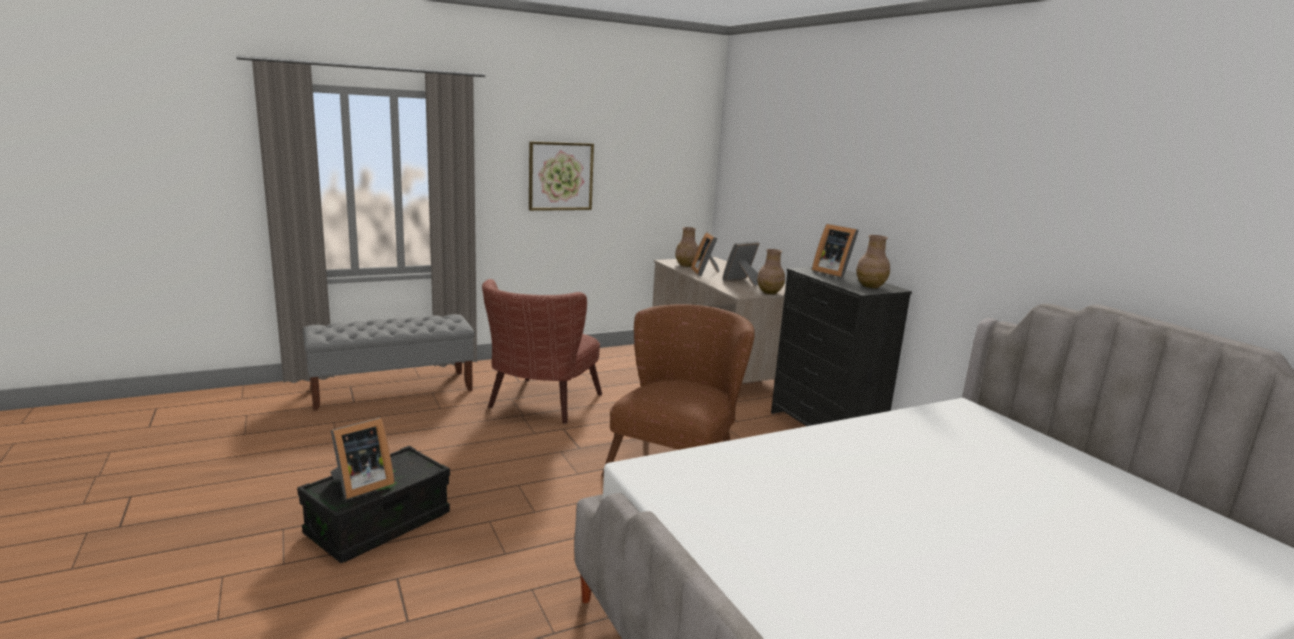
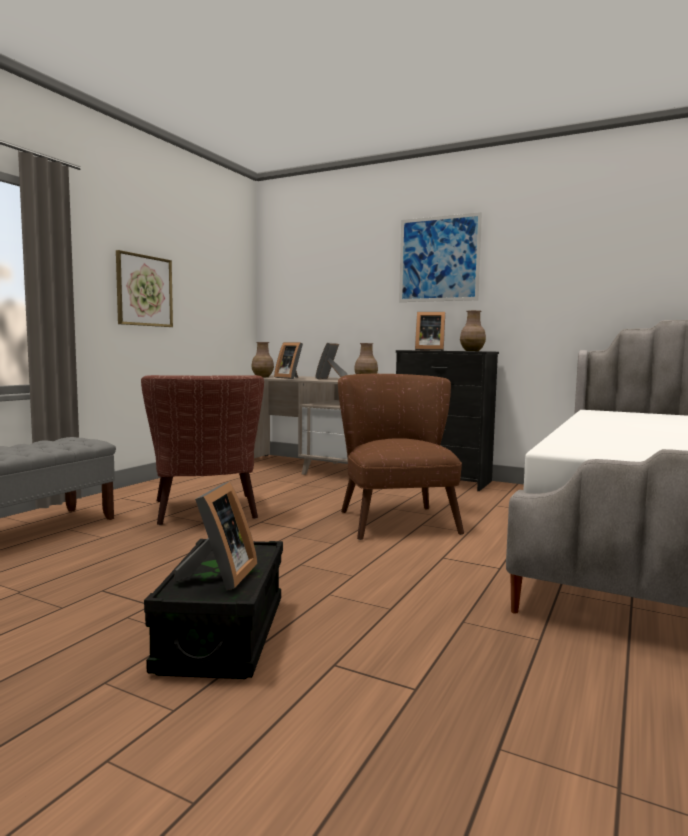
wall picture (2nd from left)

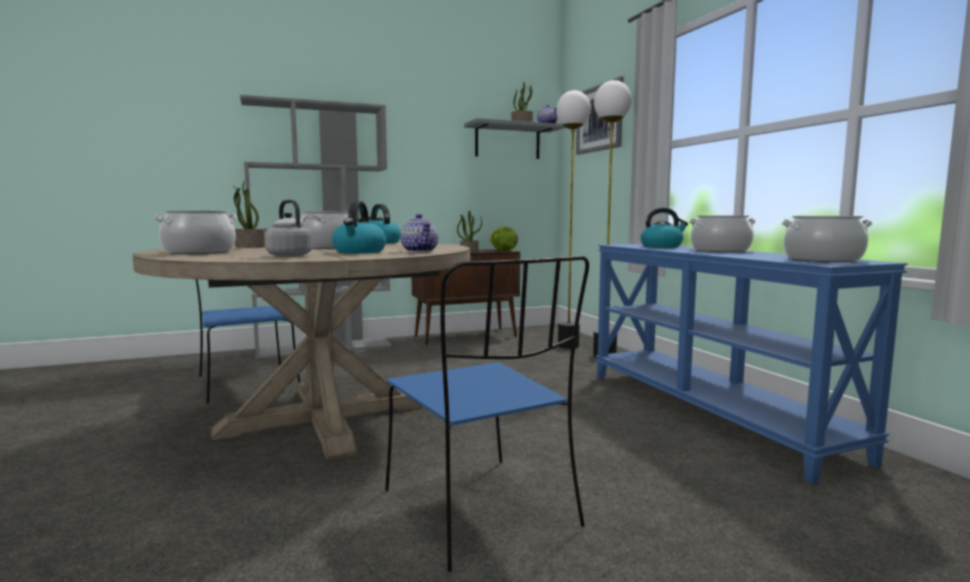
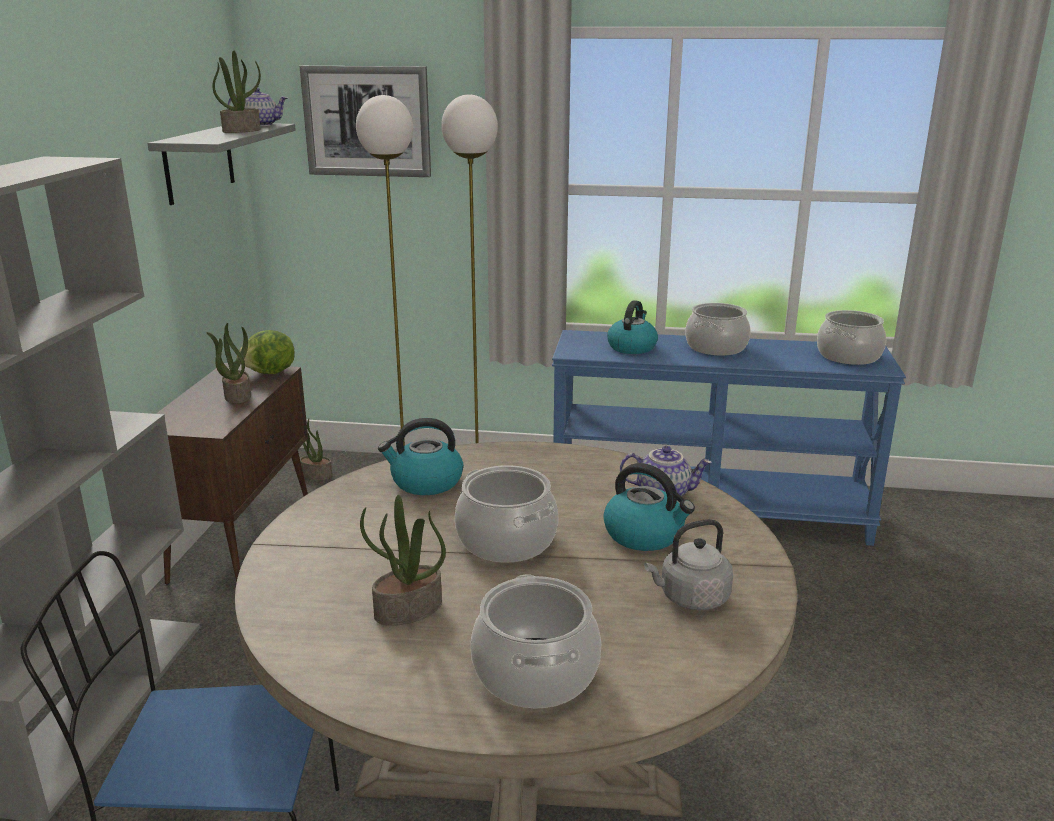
plain chair (bluish) (2nd from left in the first image)
plant in a pot (3rd from left)

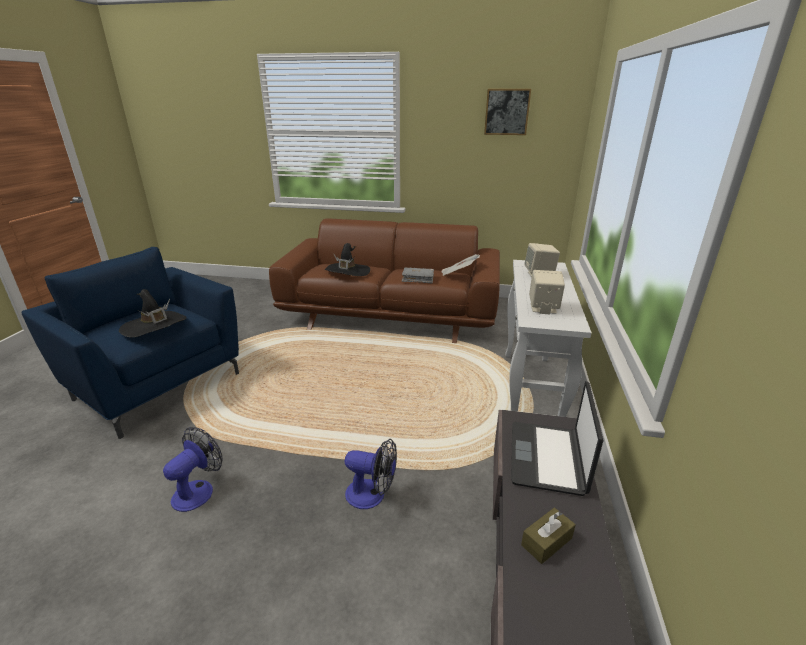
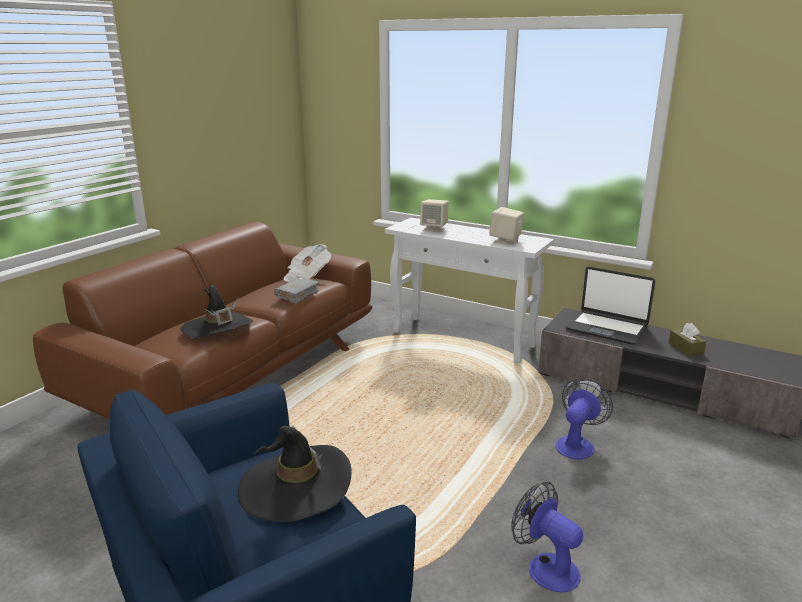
wall picture

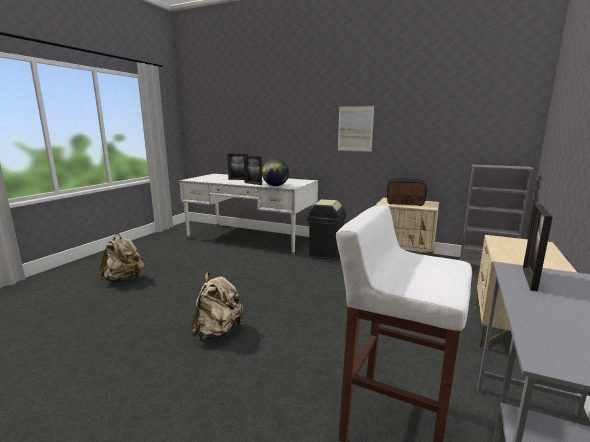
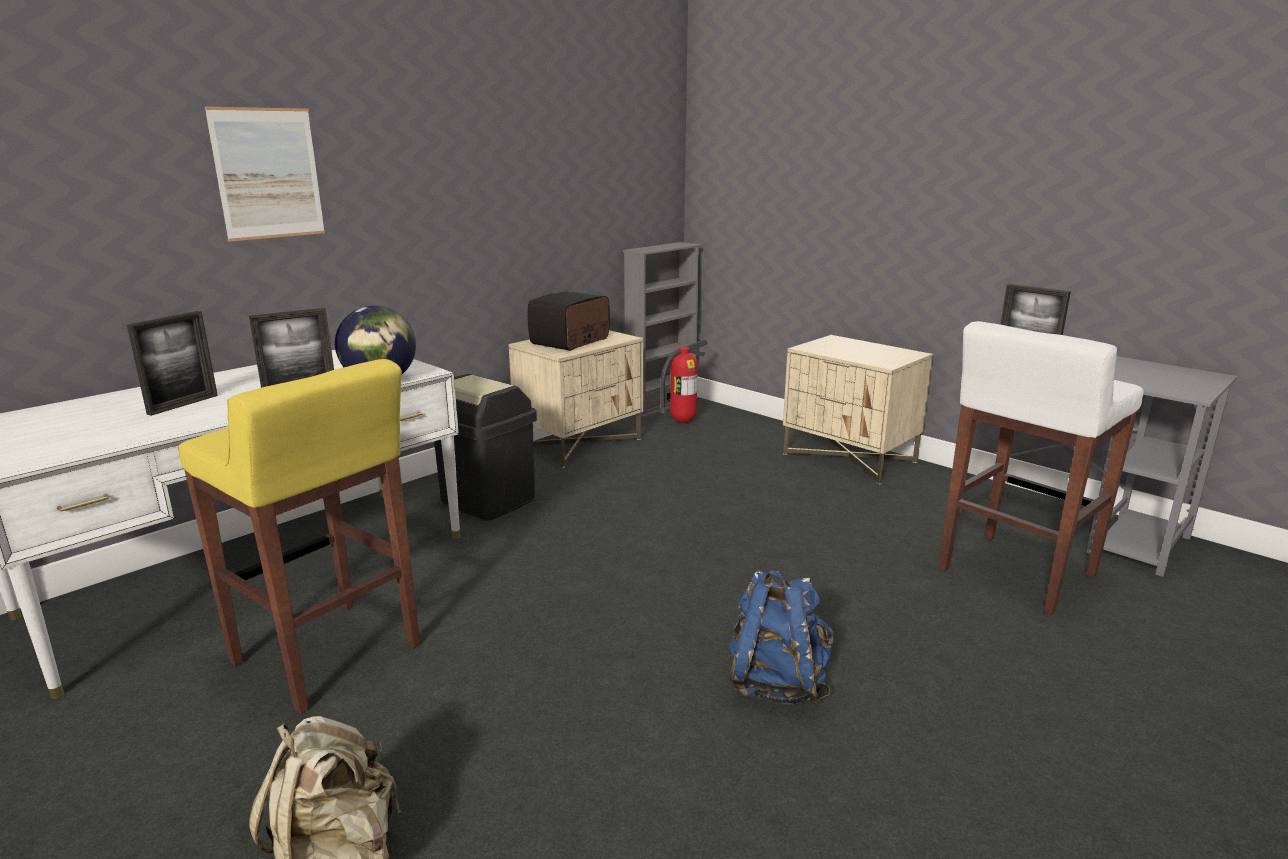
stool (yellow-coloured)
extinguisher
wall picture
rucksack (bluish)

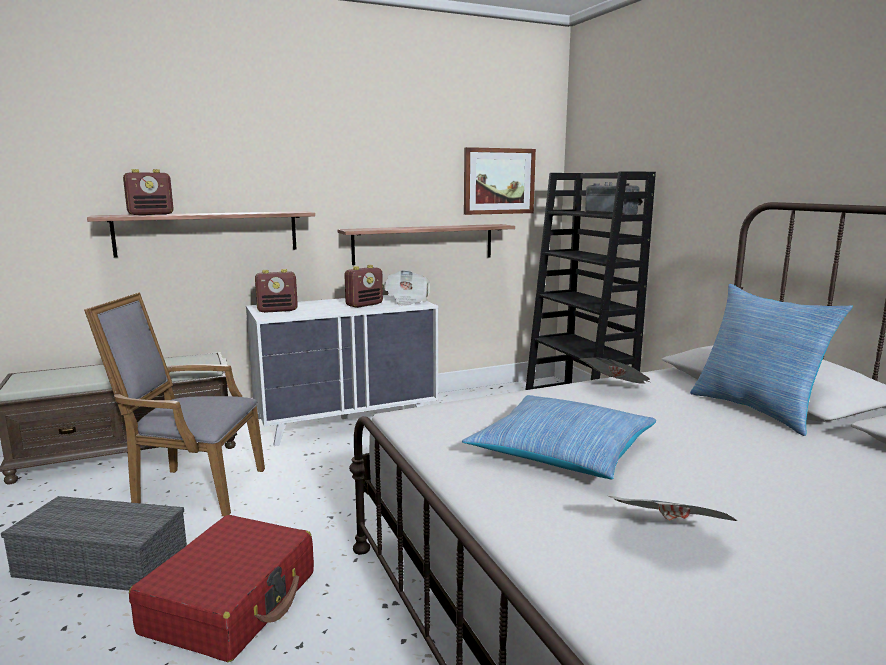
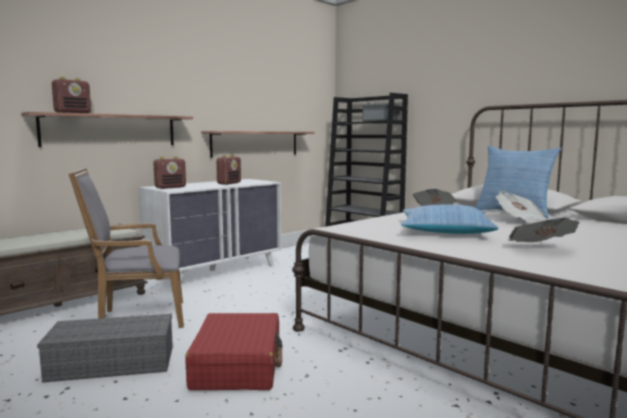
wall picture
printed paper (2nd from left)

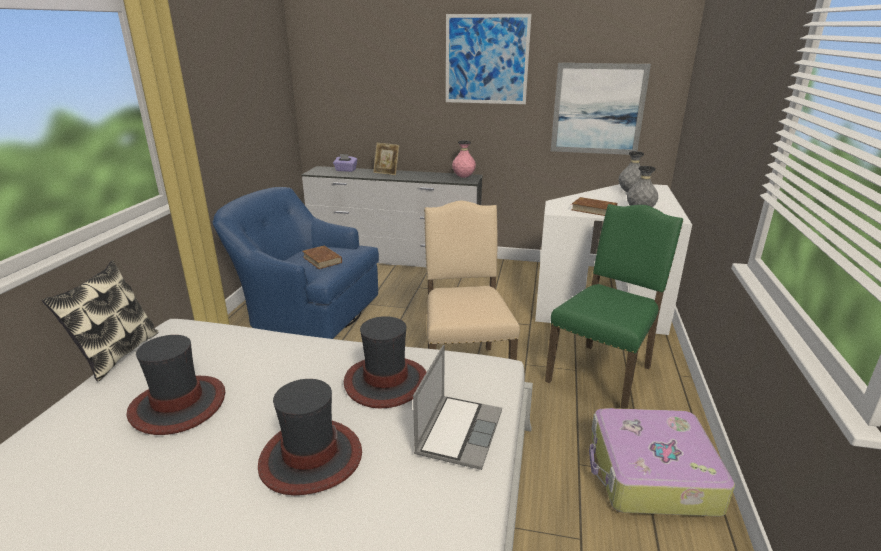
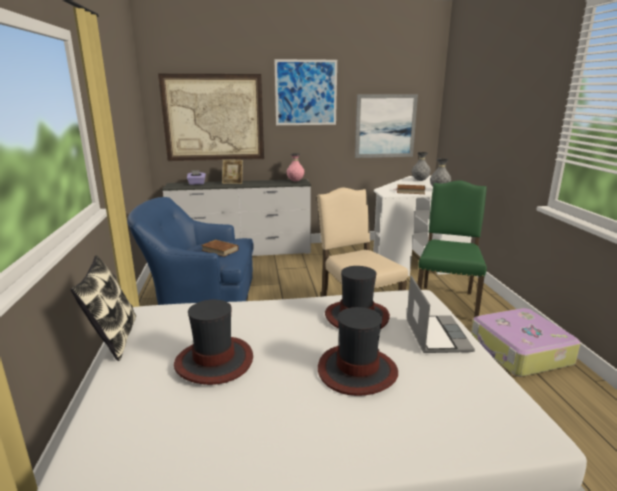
wall picture (1st from left)

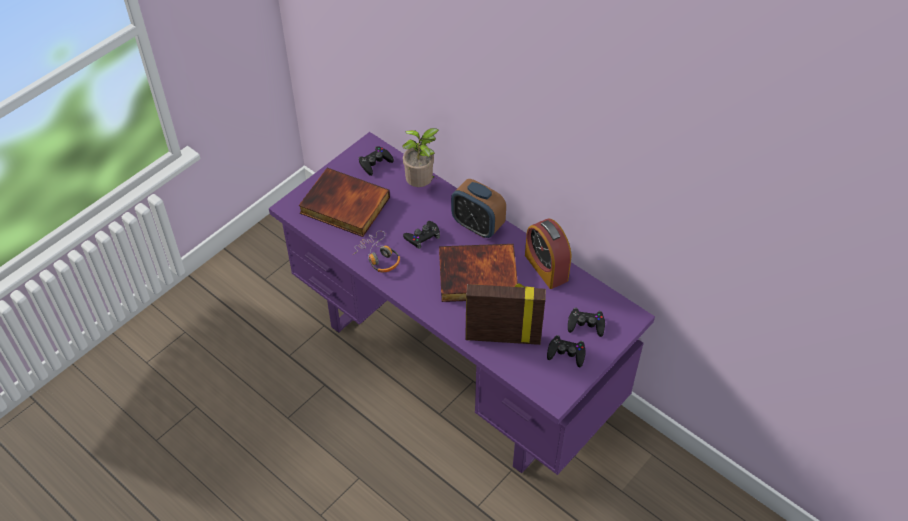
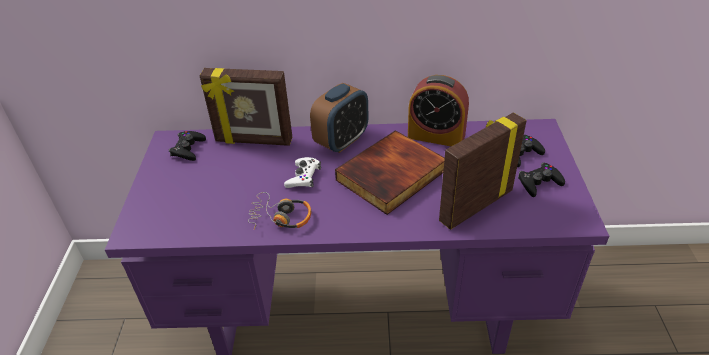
book (1st from left in the first image)
standing frame (1st from left)
game controller (white-coloured)
alarm clock (1st from left)

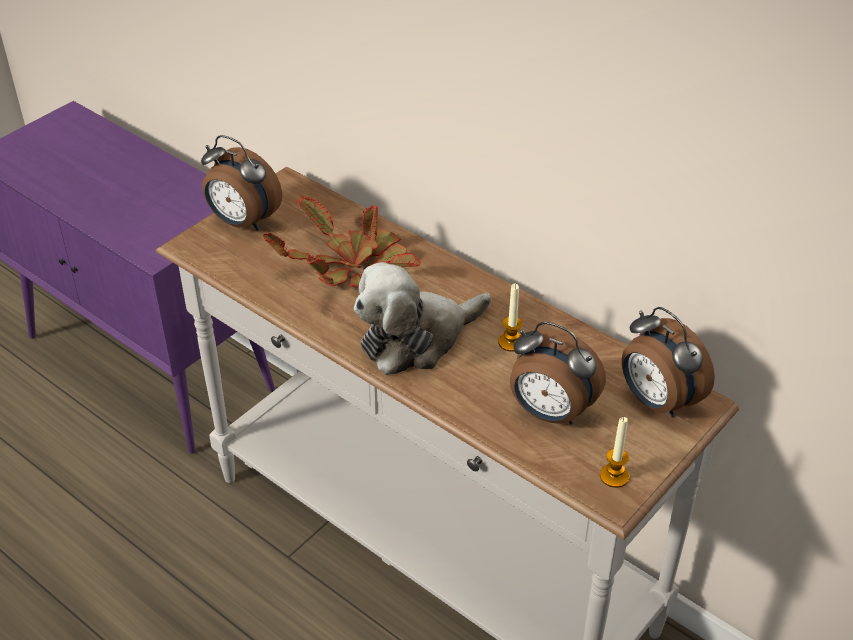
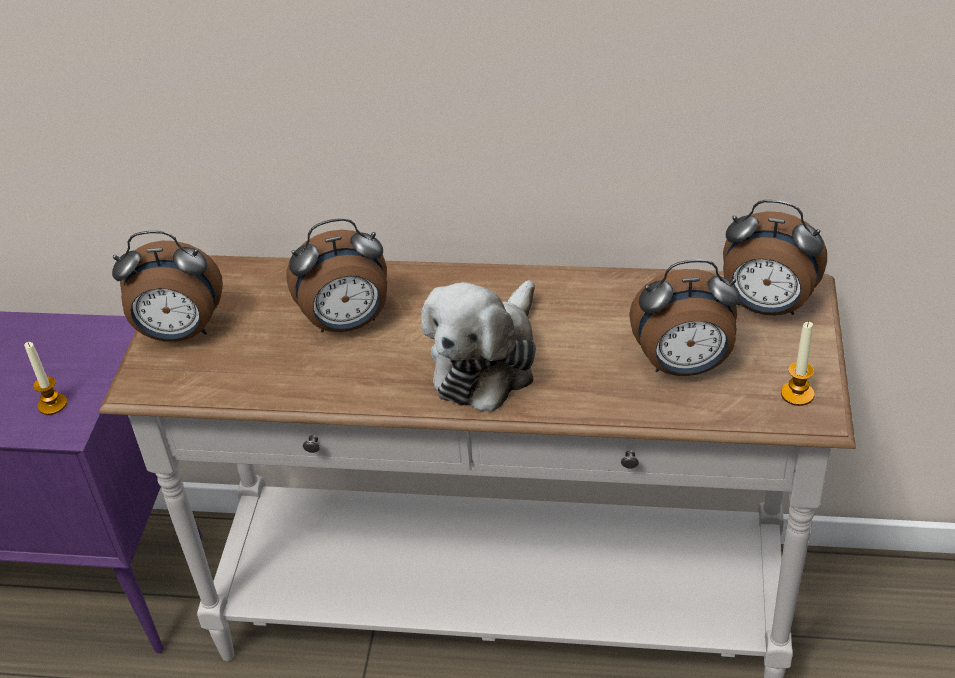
wax candle (1st from left)
alarm clock (2nd from left)

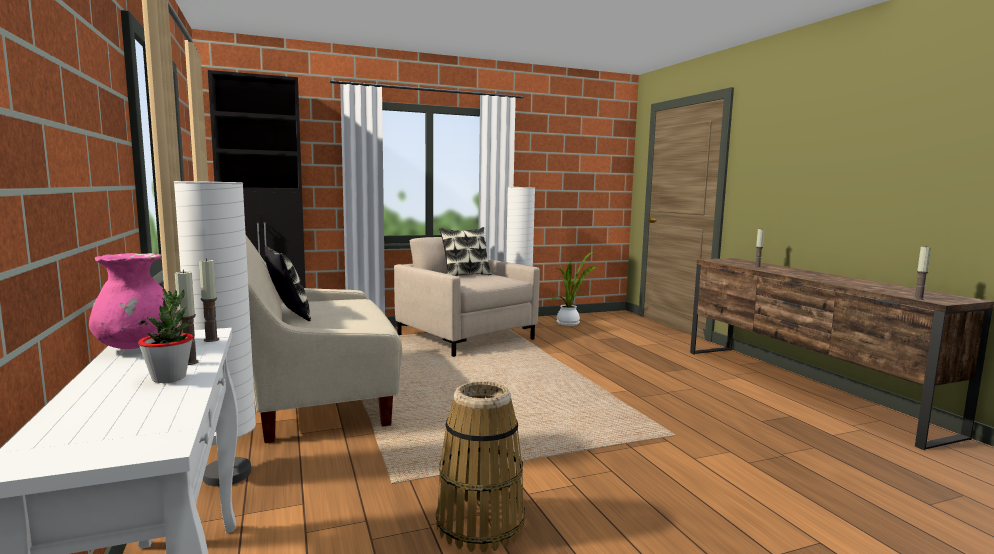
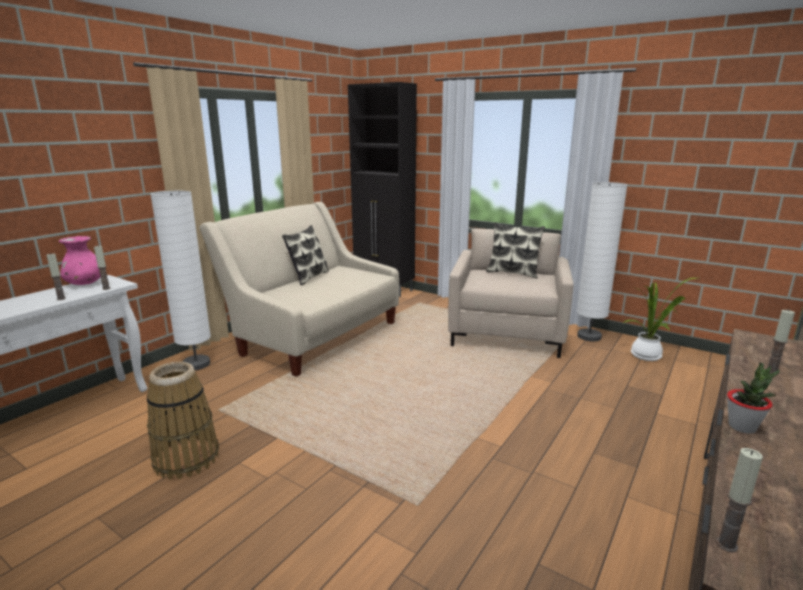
plant in a pot (2nd from left)

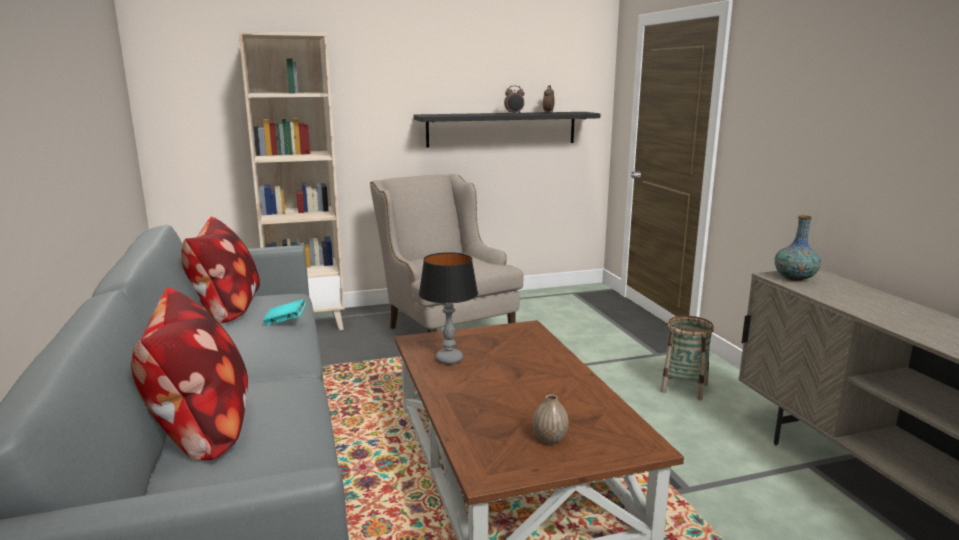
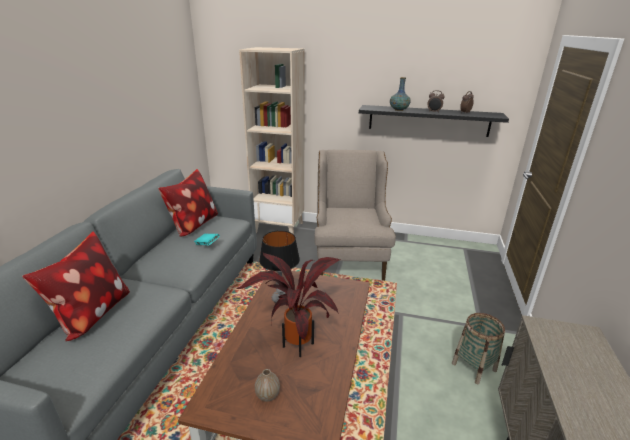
plant in a pot
decorative vase (2nd from left)

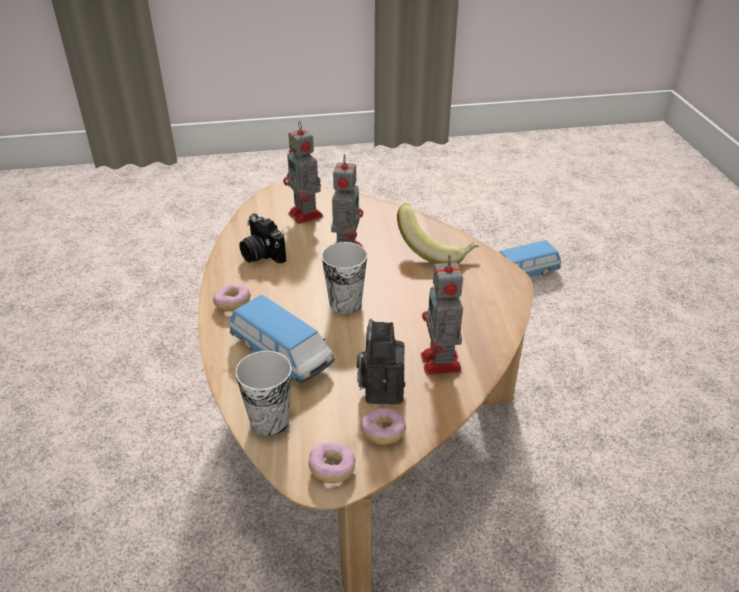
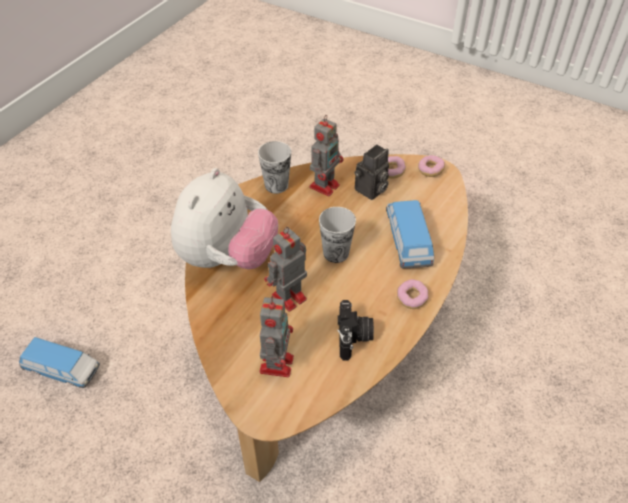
cup (1st from left)
soft toy

